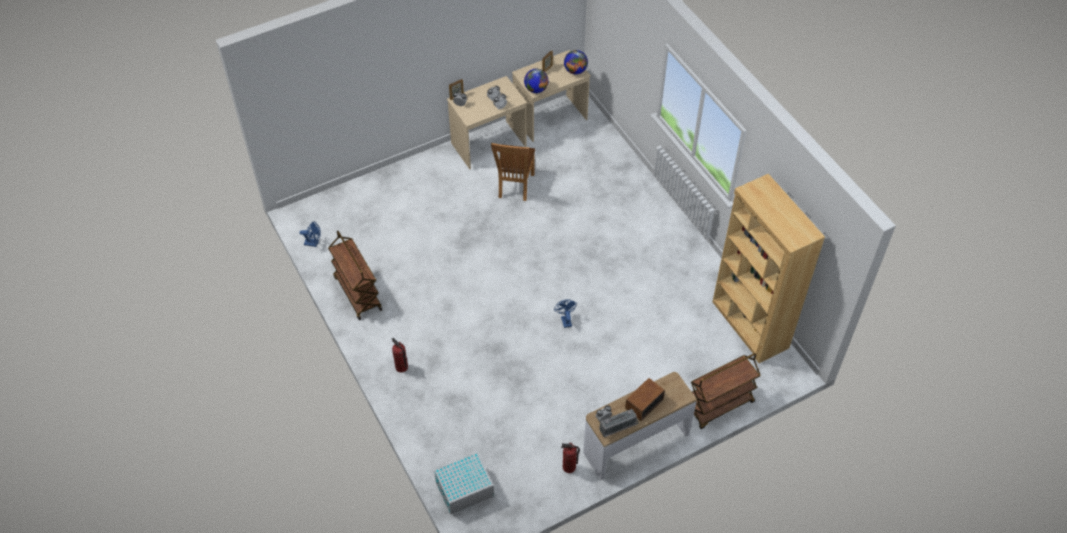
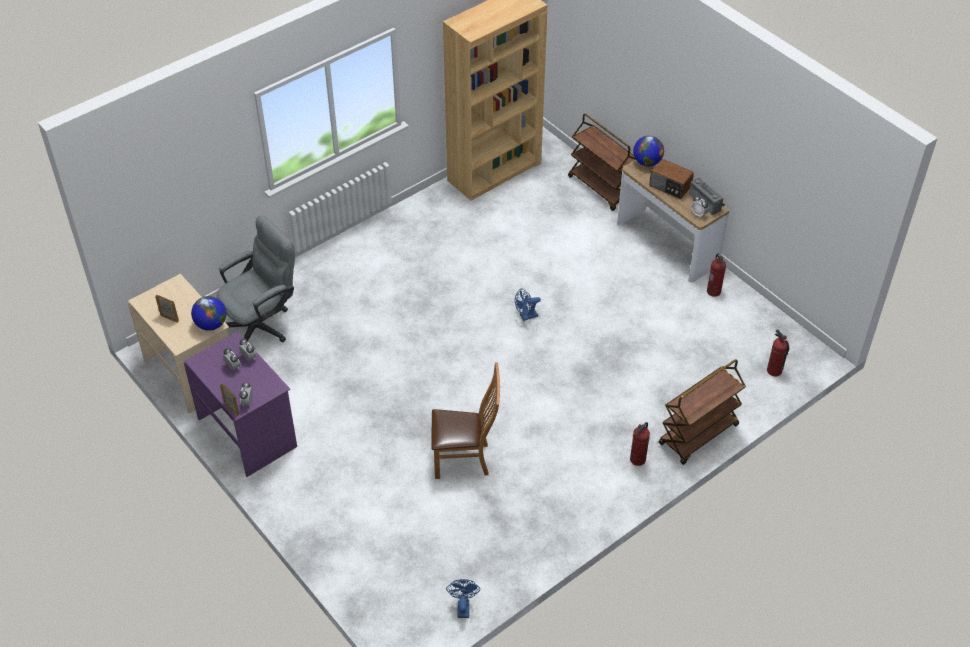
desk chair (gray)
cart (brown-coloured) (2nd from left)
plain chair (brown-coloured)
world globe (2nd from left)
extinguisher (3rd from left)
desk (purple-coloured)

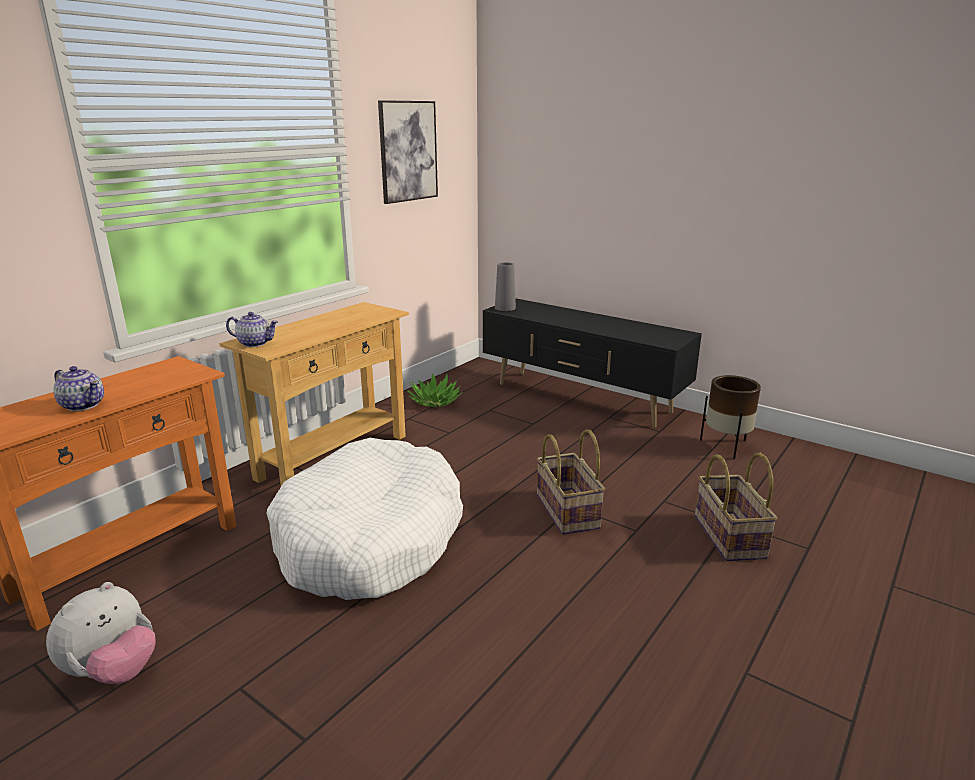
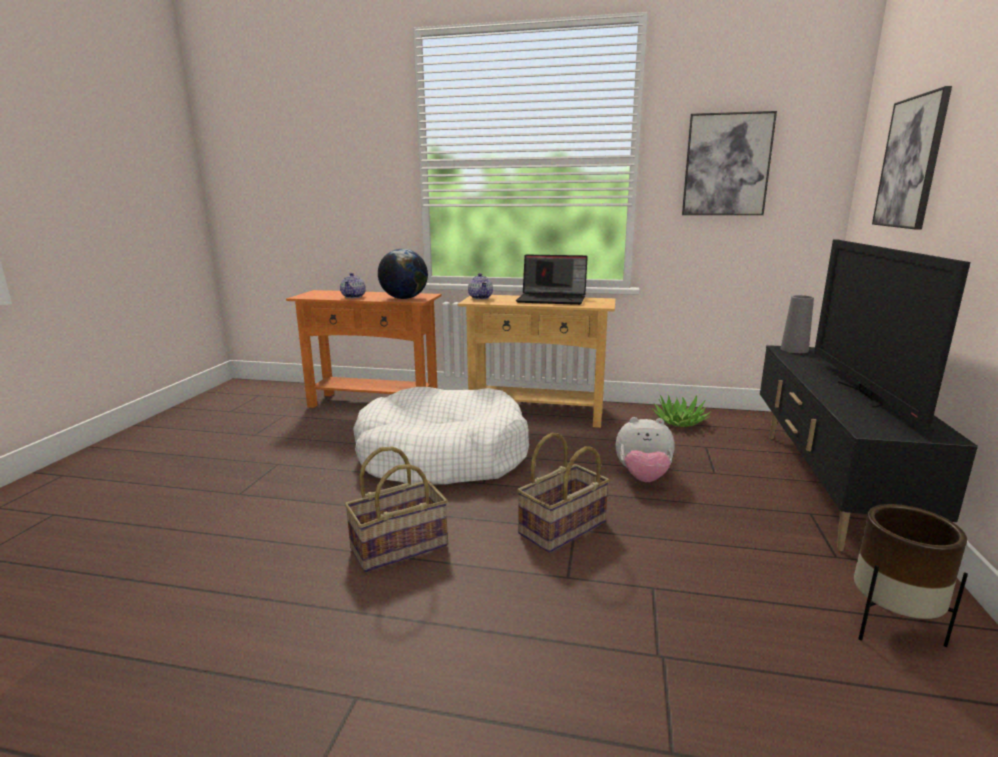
world globe
portable computer
TV set
wall picture (2nd from left)
soft toy
basket (1st from left)

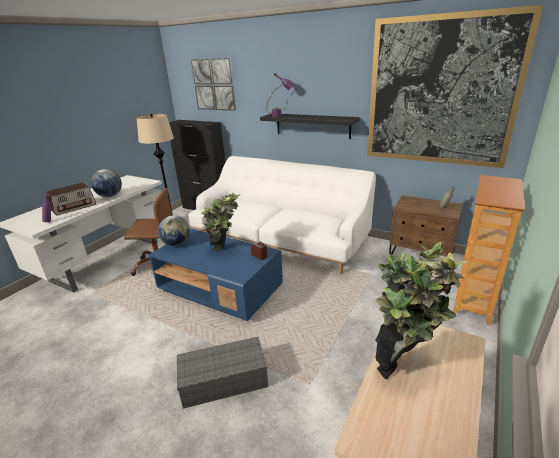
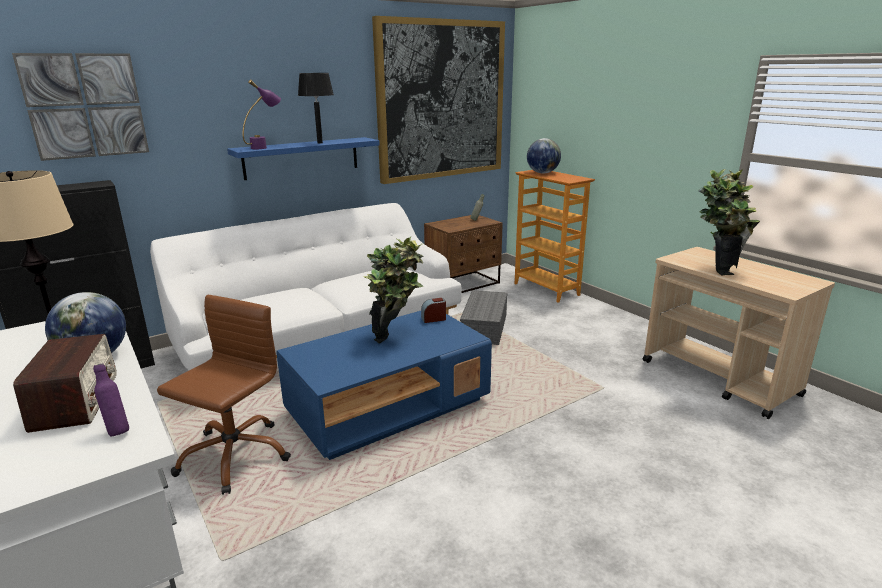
lamp for a table (blackish)
world globe (2nd from left)
storage box (gray)
bracket shelf (bluish)

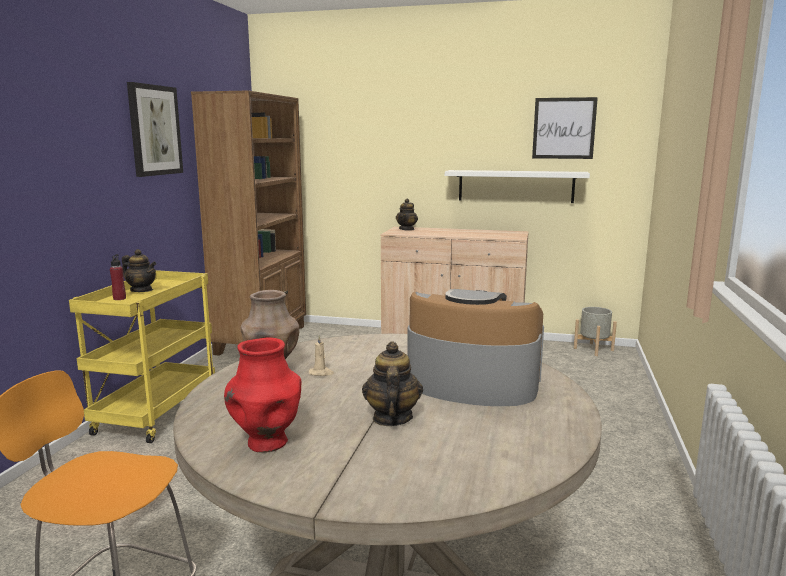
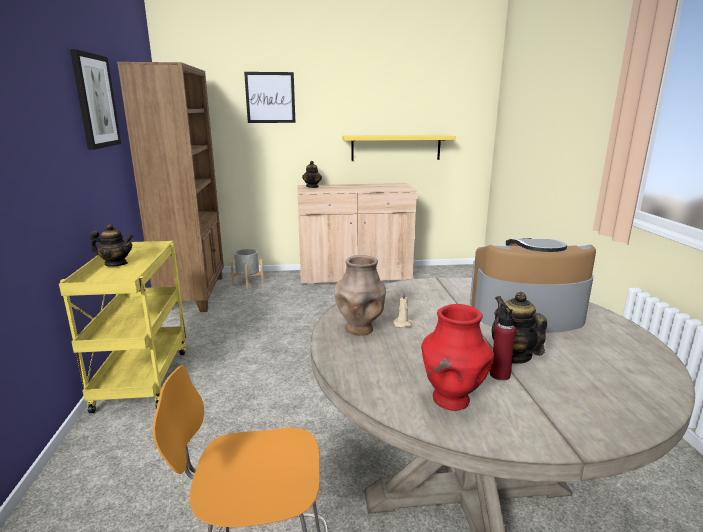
bottle (reddish)
wall picture (2nd from left)
planter (gray)
bracket shelf (yellow-coloured)

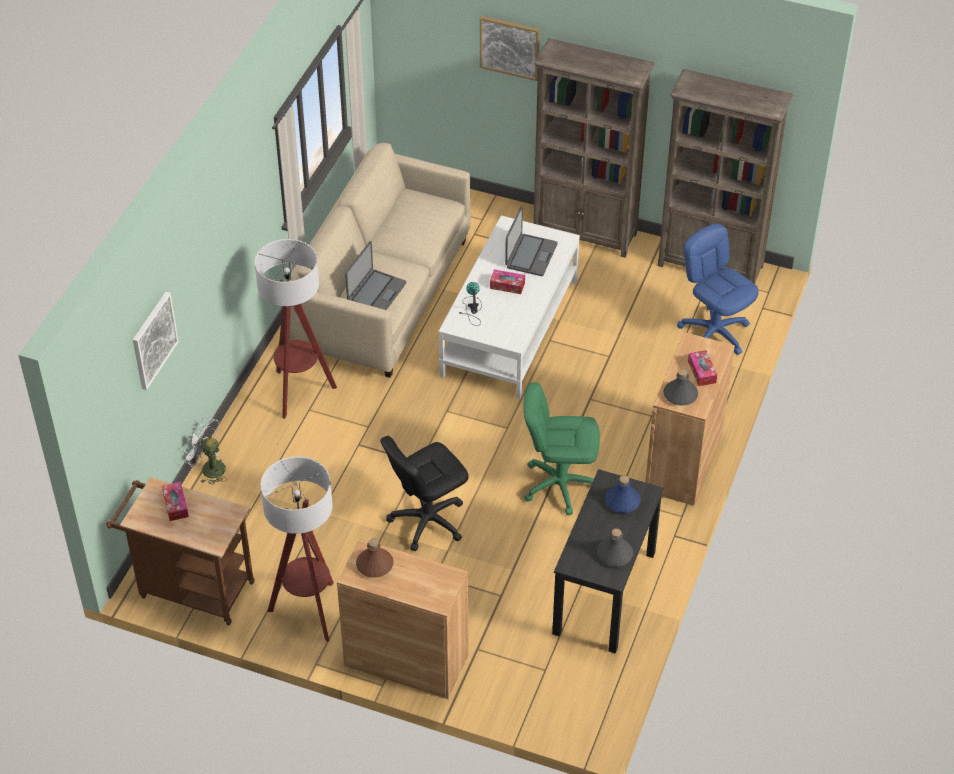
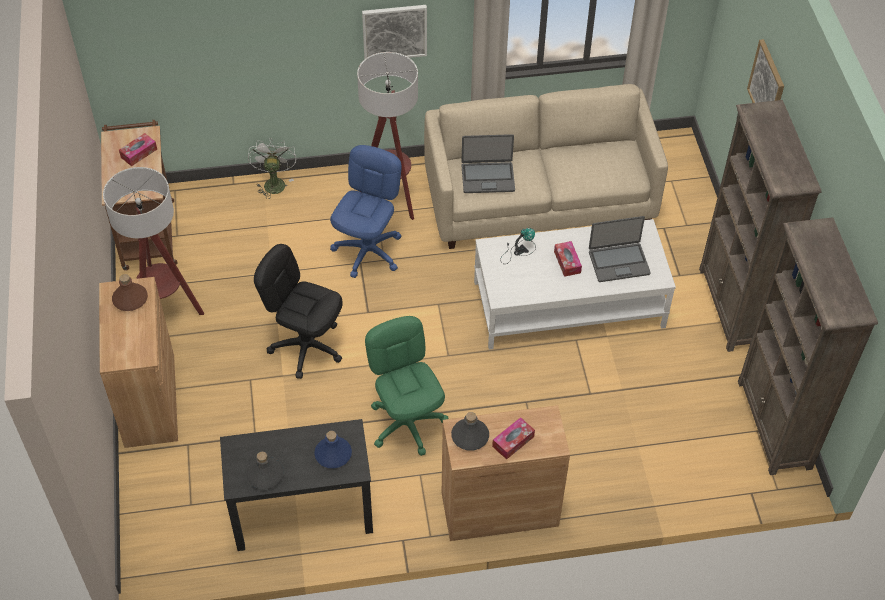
wall picture (1st from left)
desk chair (bluish)

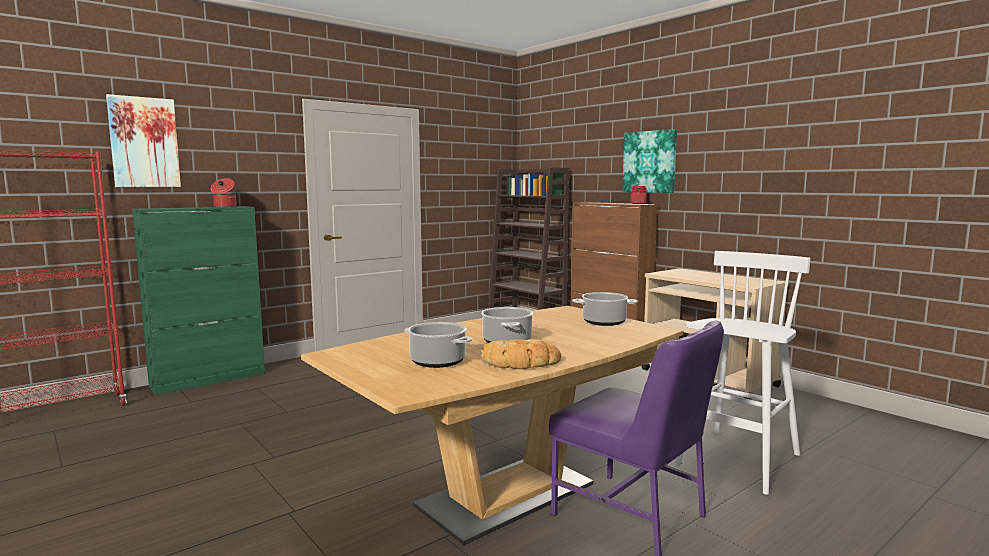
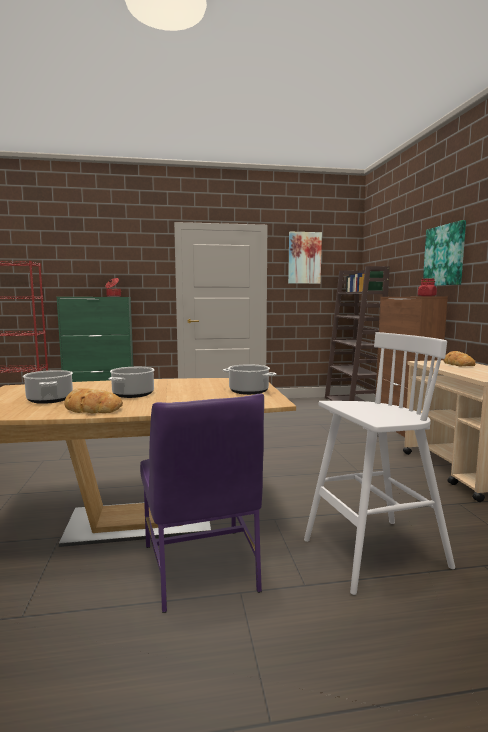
baked bread (2nd from left)
wall picture (1st from left)

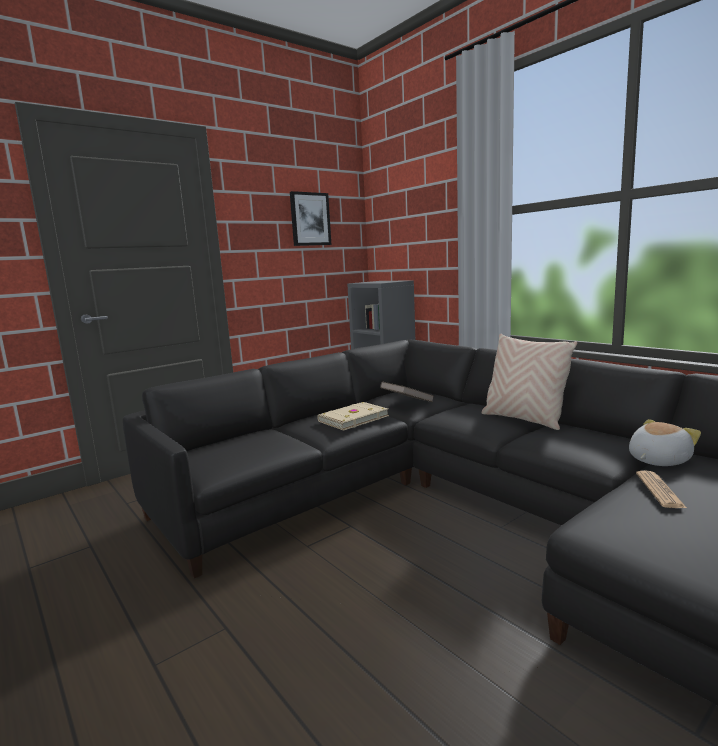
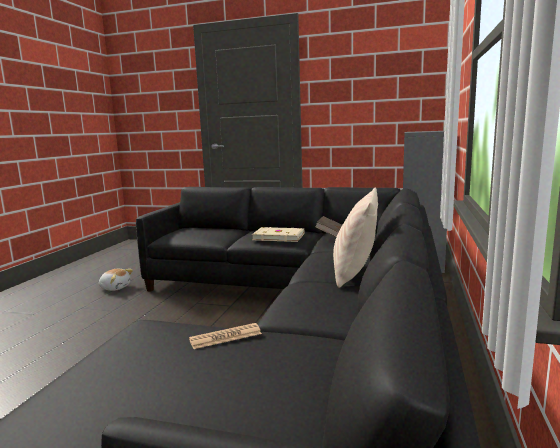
wall picture
soft toy

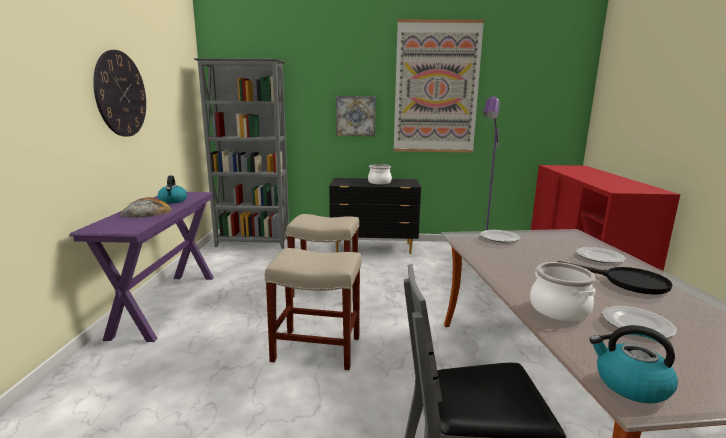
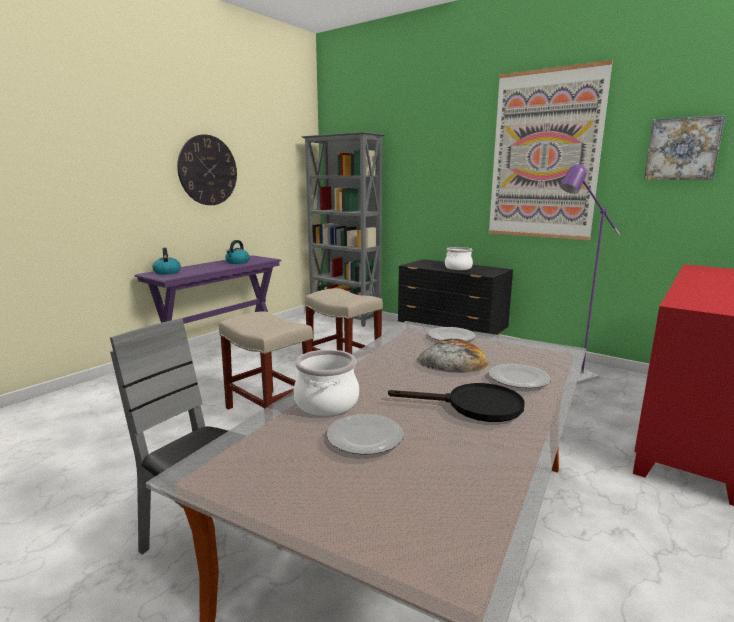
baked bread
wall picture (2nd from left)
kettle (1st from left)
skillet (blackish)

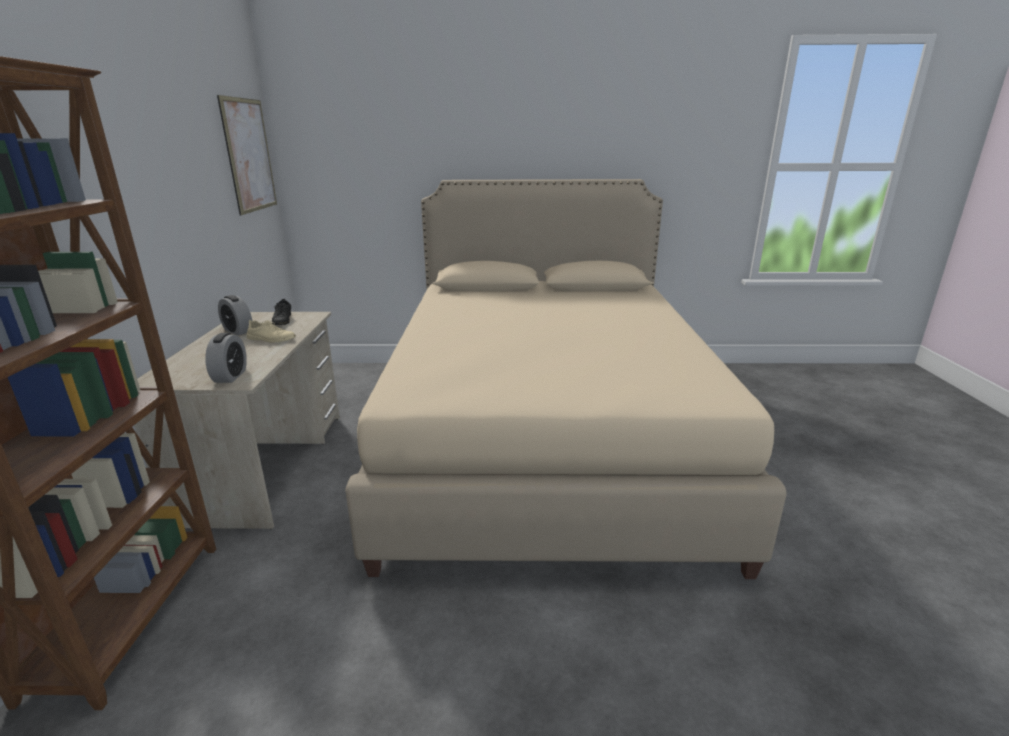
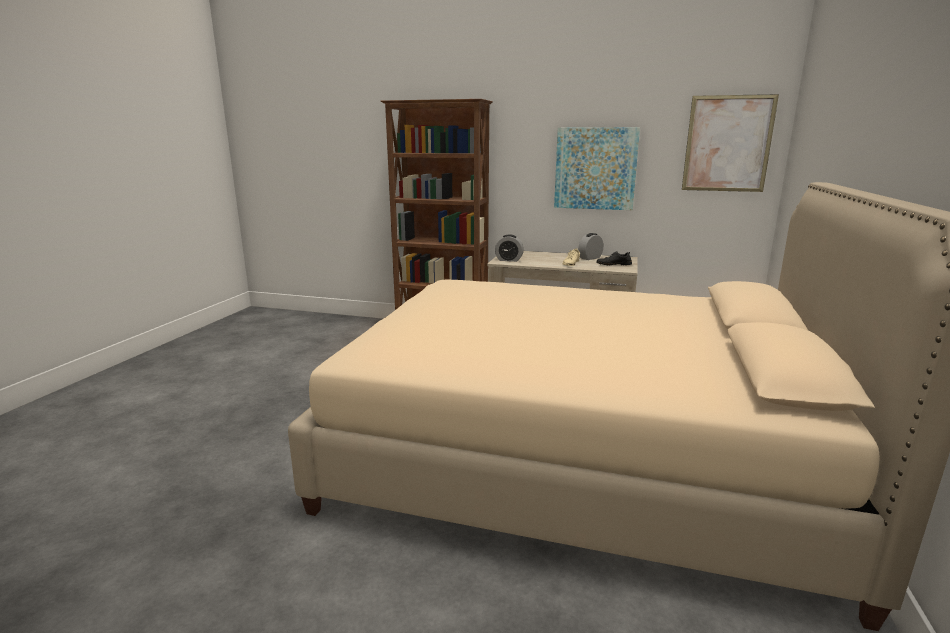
wall picture (1st from left)

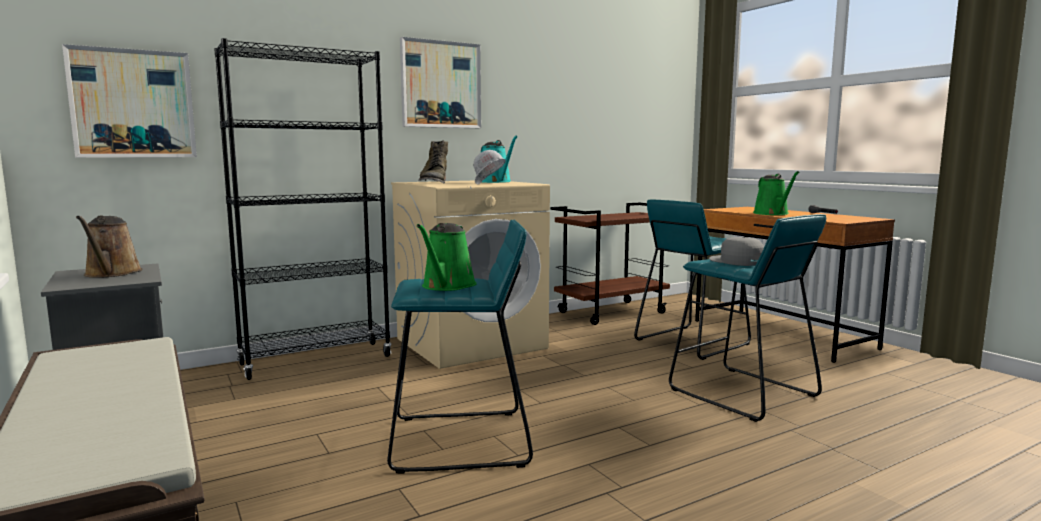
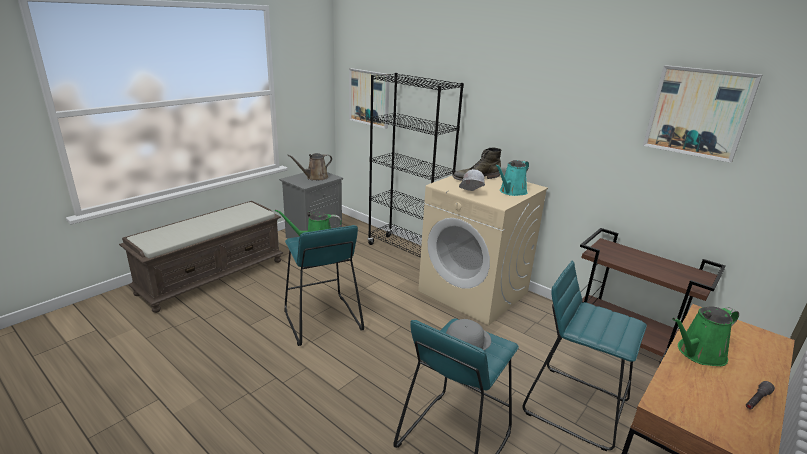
wall picture (2nd from left)

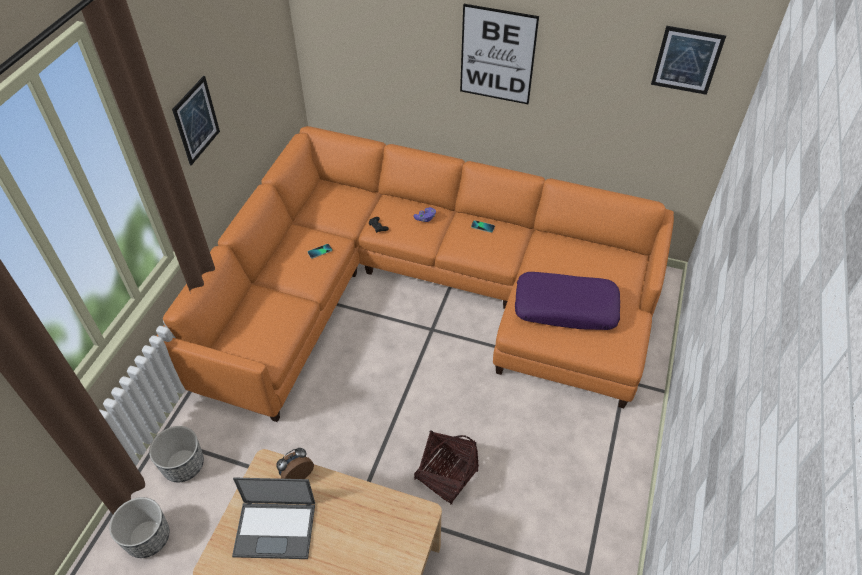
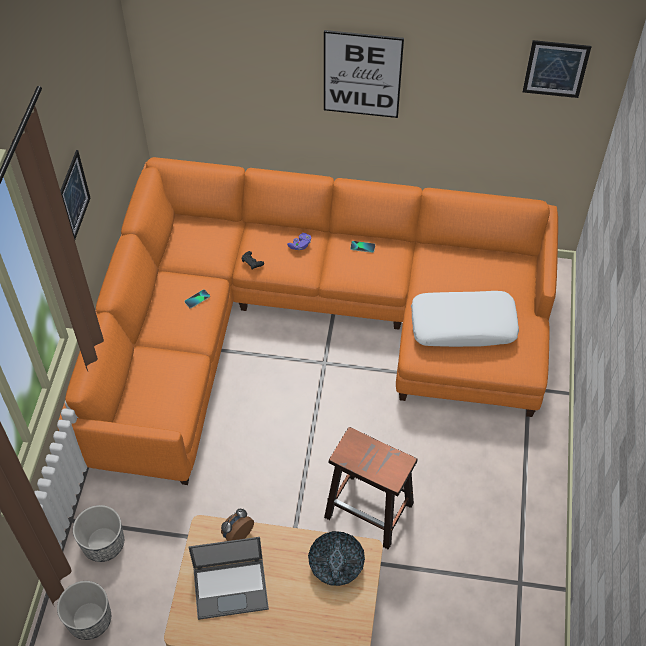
bowl
stool (brown-coloured)
pillow (white-coloured)

